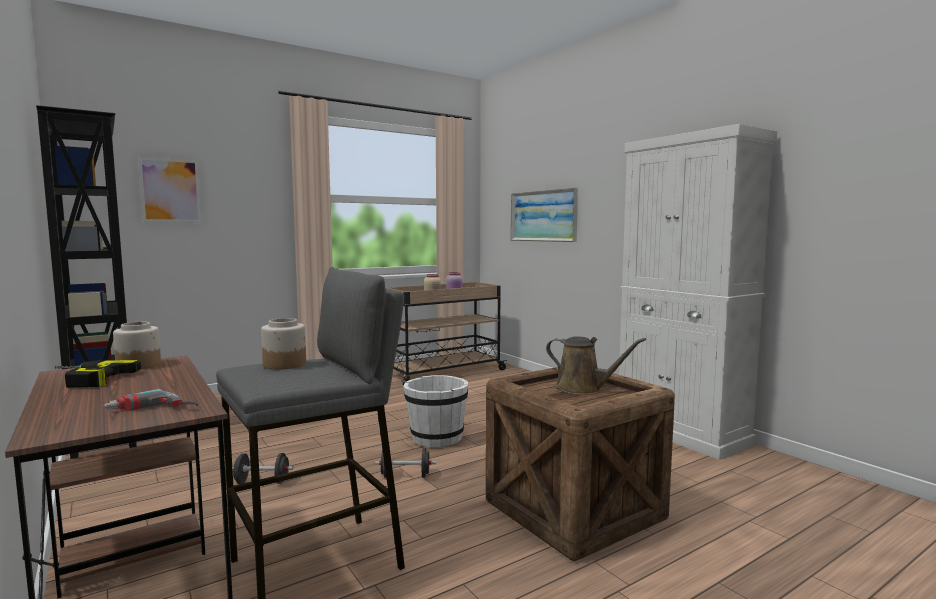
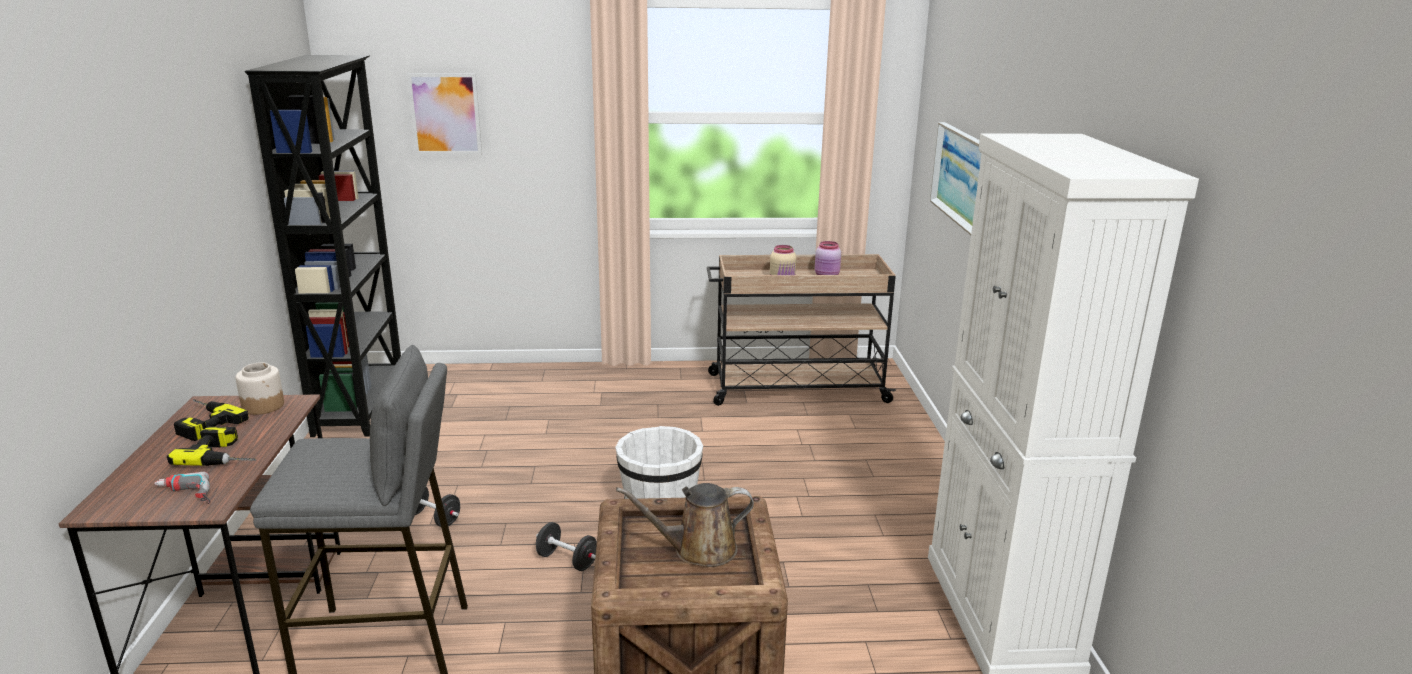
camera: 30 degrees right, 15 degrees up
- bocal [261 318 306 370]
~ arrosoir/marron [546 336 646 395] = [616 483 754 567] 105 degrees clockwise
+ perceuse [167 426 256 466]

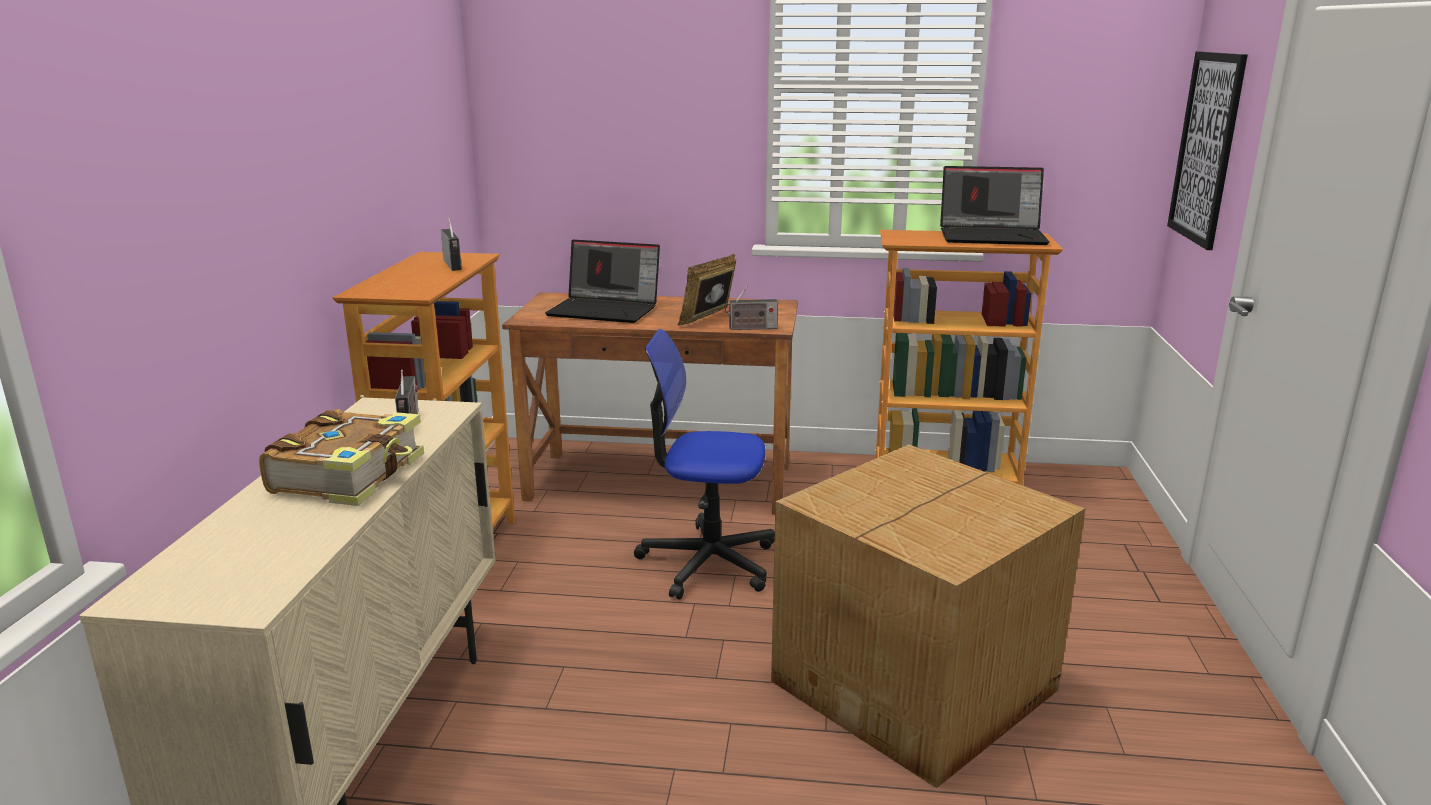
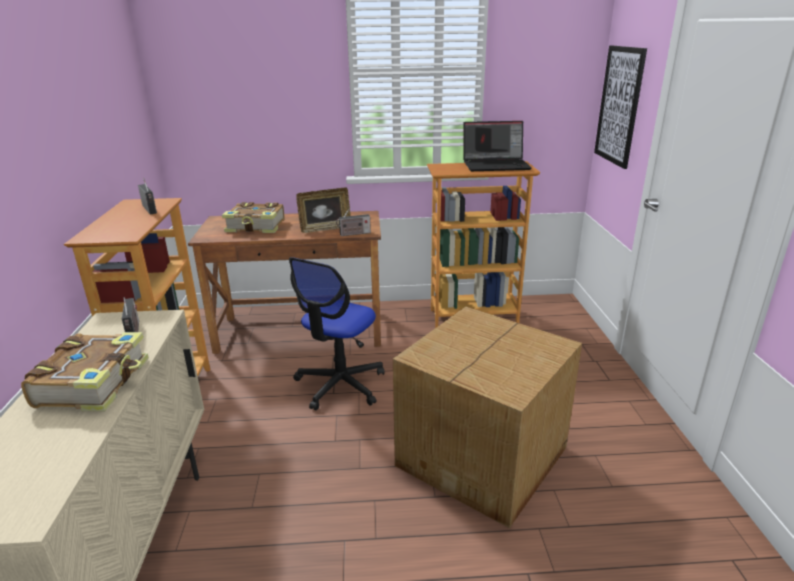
camera: 10 degrees left, 5 degrees up
~ ordinateur portable [545 240 660 323] to livre [222 202 285 233]
~ chaise de bureau [634 329 775 599] = [289 257 384 411] 60 degrees counterclockwise
~ cadre photo [677 254 736 326] = [296 188 351 233] 135 degrees counterclockwise

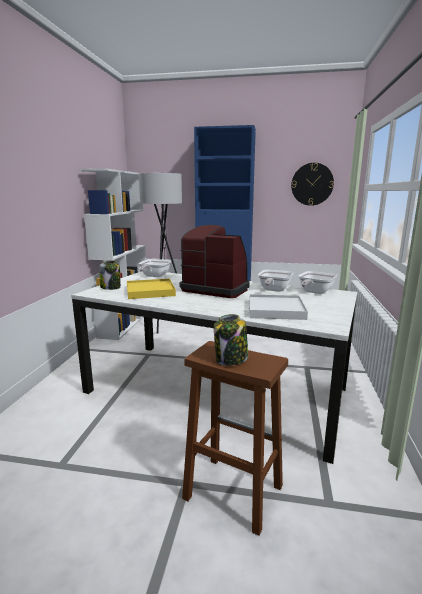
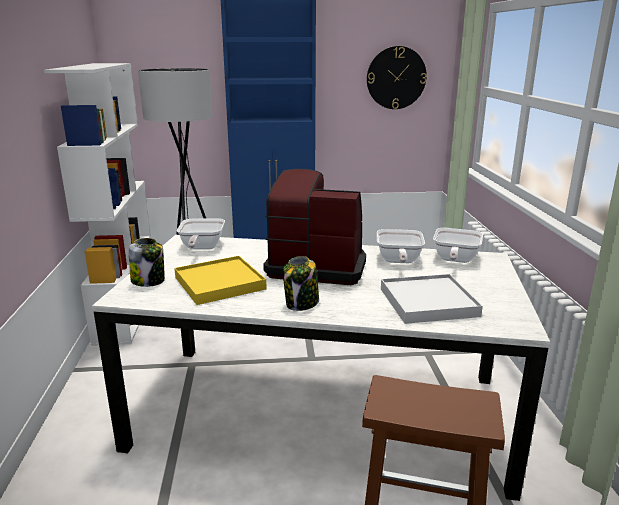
camera: 15 degrees left, 5 degrees up
~ bocal [214 314 248 366] to [283 256 319 311]

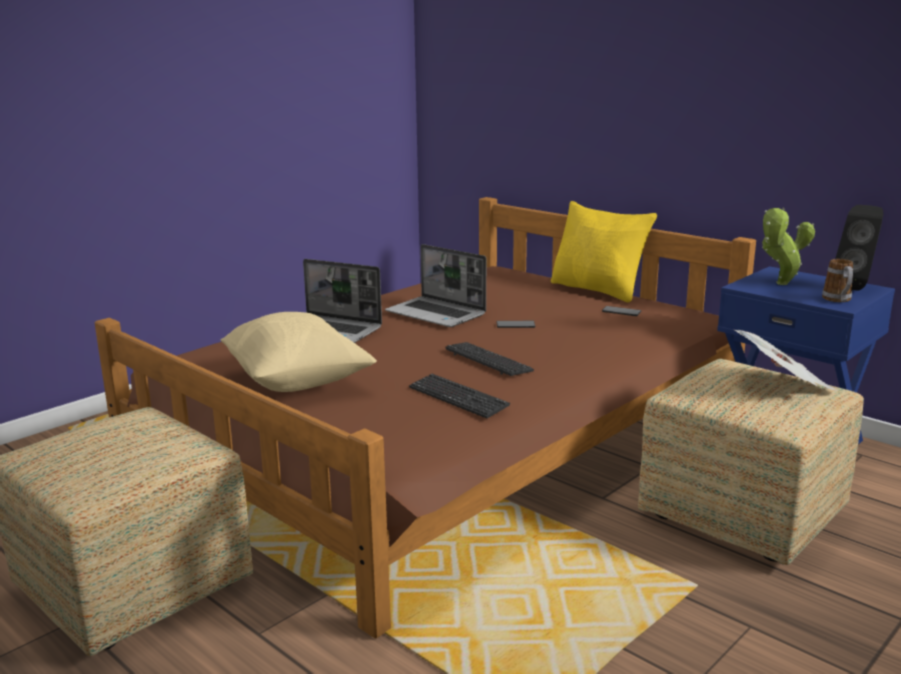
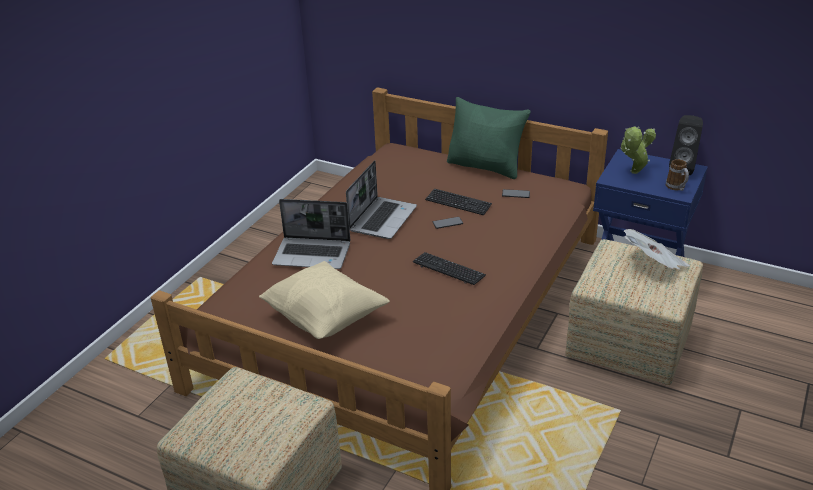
camera: 15 degrees left, 15 degrees up
~ ordinateur portable [385 244 486 327] = [346 160 417 239] 90 degrees counterclockwise
~ clavier [409 374 510 418] to [425 188 492 215]
~ coussin/jaune [551 201 657 302] to coussin/vert [447 97 531 179]

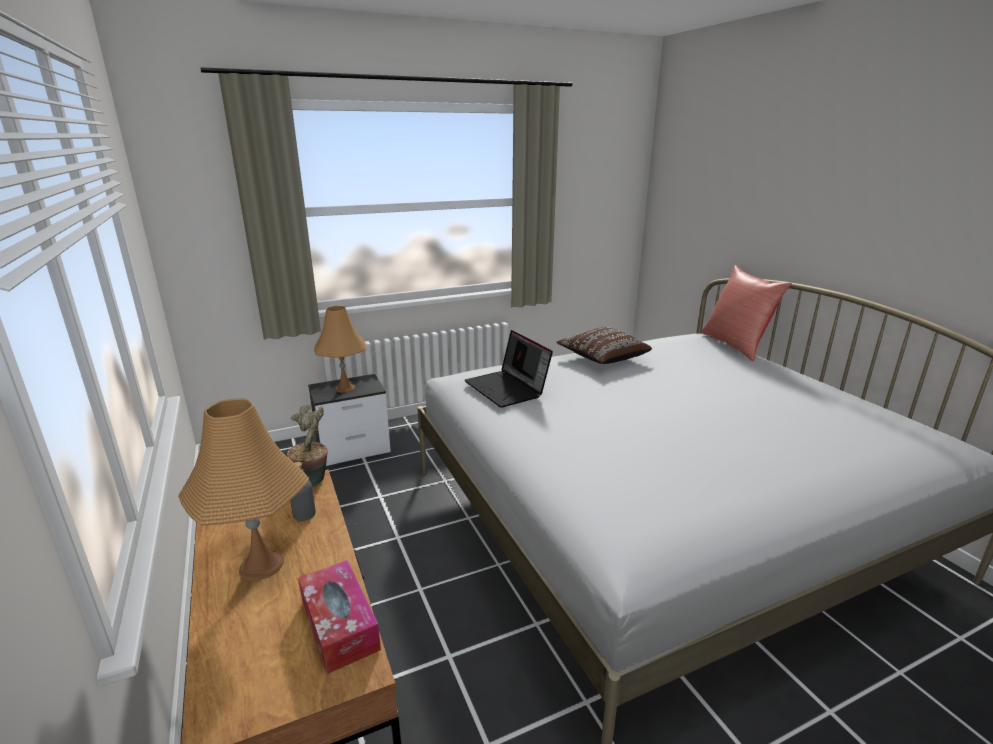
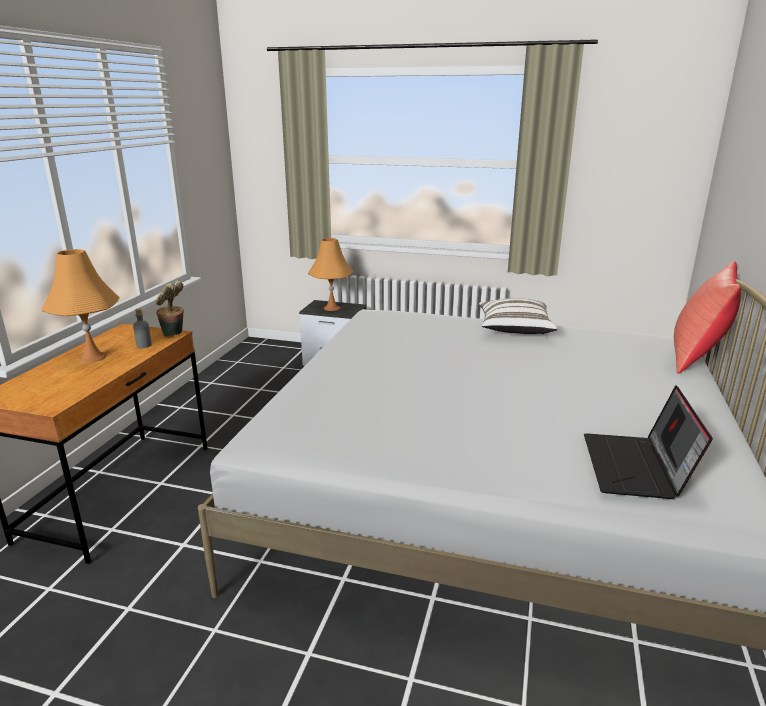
camera: 40 degrees right, 0 degrees up
- boîte à mouchoirs [298 560 381 674]
~ ordinateur portable [465 330 553 408] to [584 386 713 499]
~ coussin/marron [556 327 652 364] to coussin/blanc [479 298 557 334]

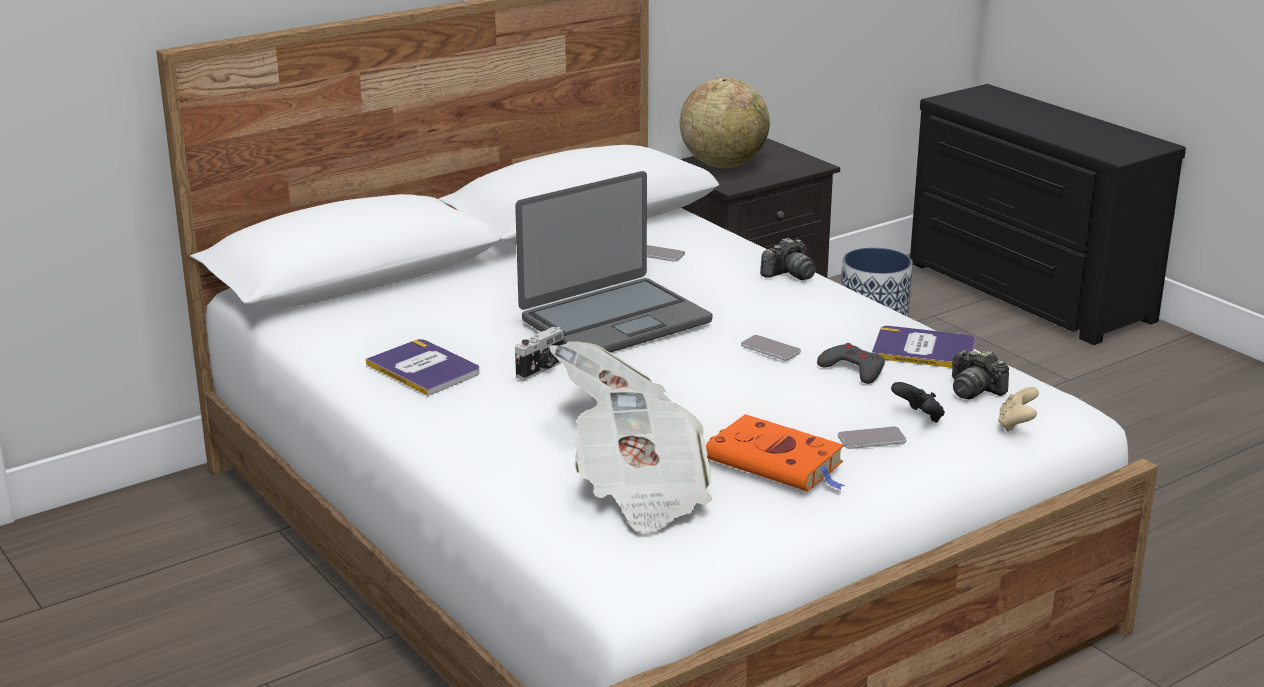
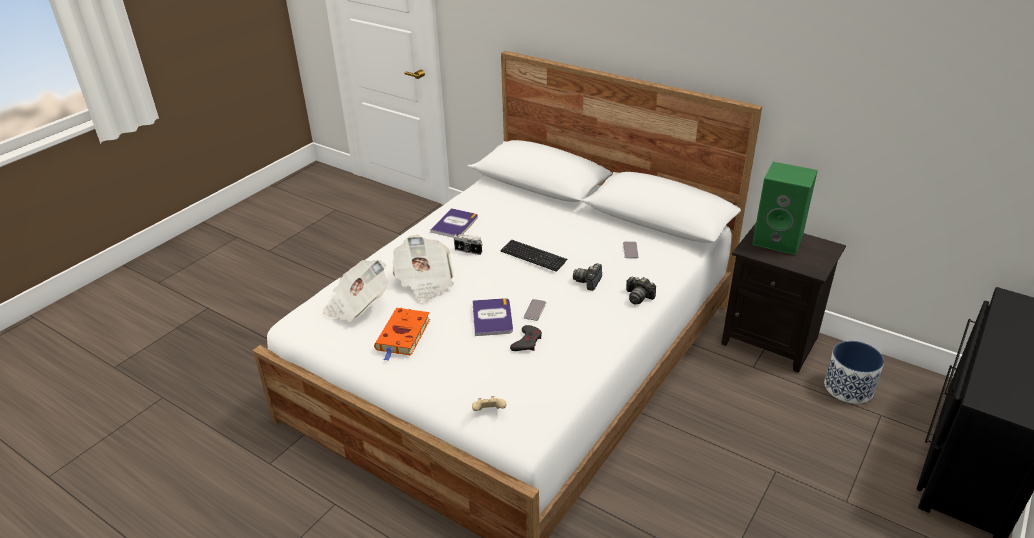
camera: 70 degrees right, 10 degrees up
~ ordinateur portable [515 171 713 353] to clavier [500 239 567 272]
~ globe [680 77 770 168] to enceinte/vert [752 162 818 255]
- téléphone [838 426 906 449]
~ livre [872 326 975 368] to [472 298 513 336]
- manette/noir [891 382 945 422]
~ appareil photo [952 350 1009 399] to [573 264 602 291]

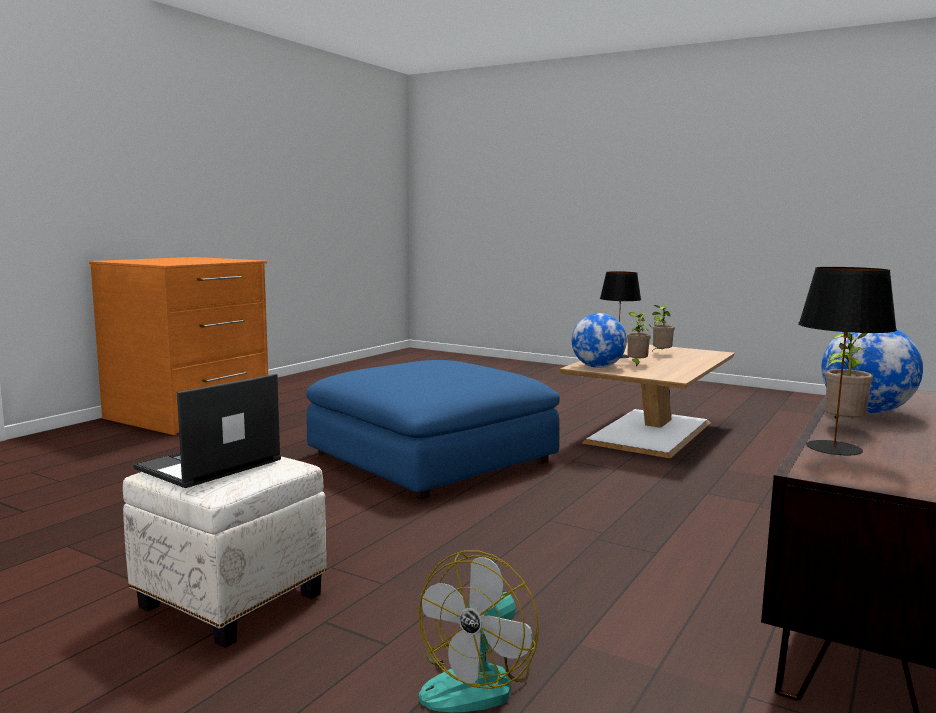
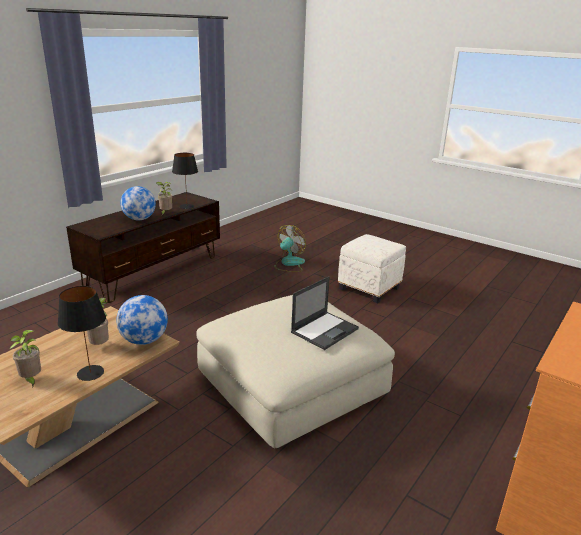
camera: 175 degrees left, 15 degrees up
~ ordinateur portable [133 374 281 488] to [291 276 359 350]
~ pouf/bleu [306 360 560 499] to pouf/beige [196 295 395 449]

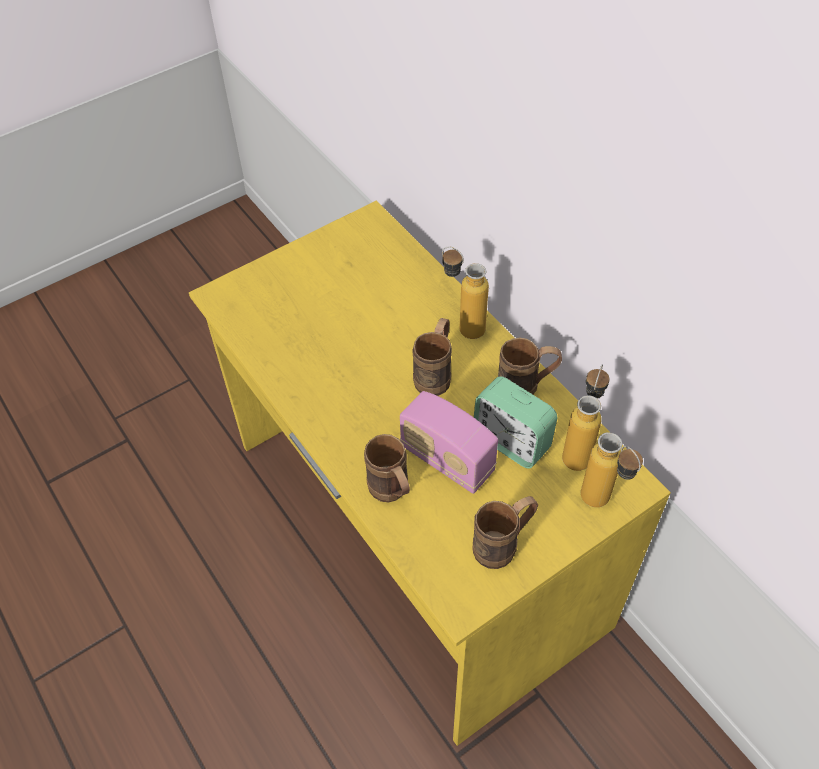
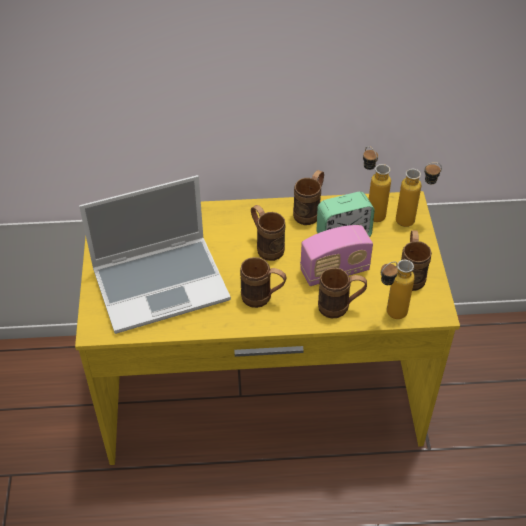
camera: 60 degrees left, 5 degrees down
~ bouteille [442 247 489 339] to [381 260 415 319]
+ ordinateur portable [79 175 231 334]
+ mug/marron [240 257 286 308]

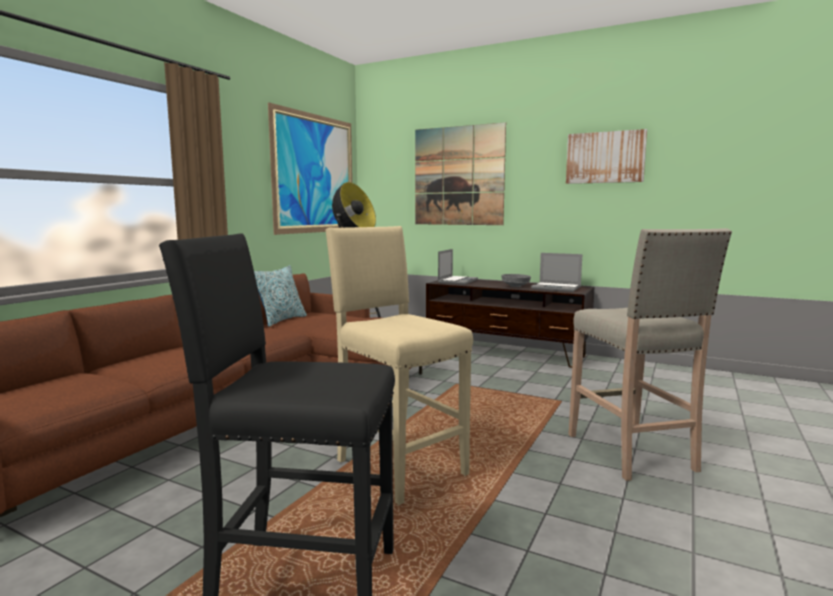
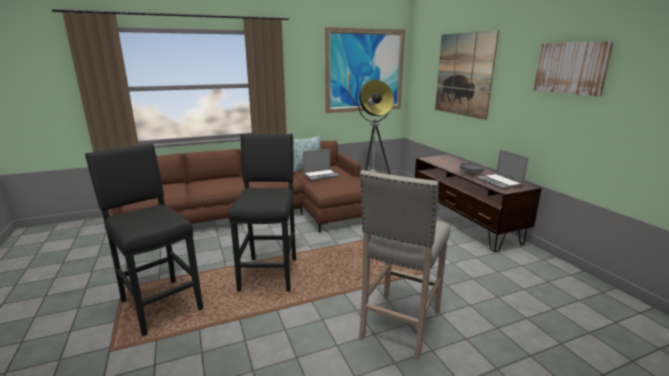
camera: 40 degrees right, 10 degrees up
~ tabouret/beige [325 226 473 505] to tabouret/noir [228 134 296 292]
~ ordinateur portable [438 249 478 285] to [303 149 339 181]

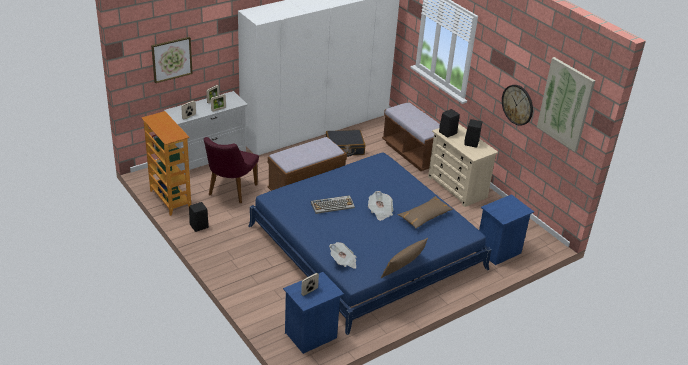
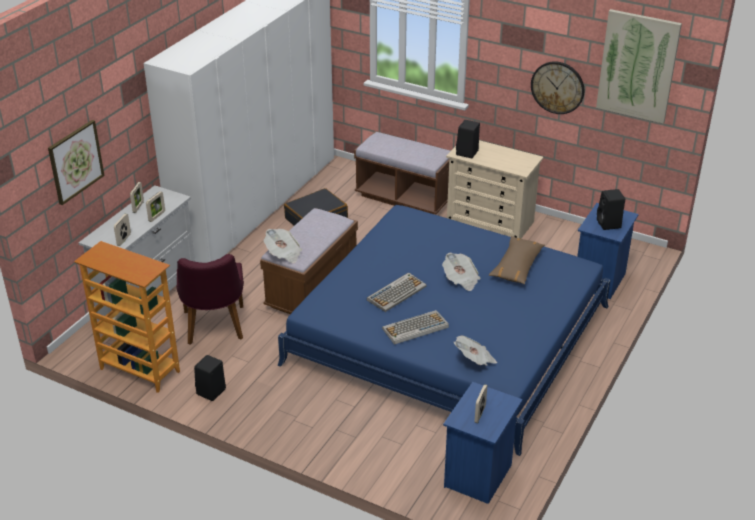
camera: 25 degrees left, 0 degrees up
- coussin/marron [381 238 428 278]
~ enceinte/noir [464 119 482 148] to [597 189 625 230]
+ journal [264 229 302 263]
+ clavier [382 310 449 345]

